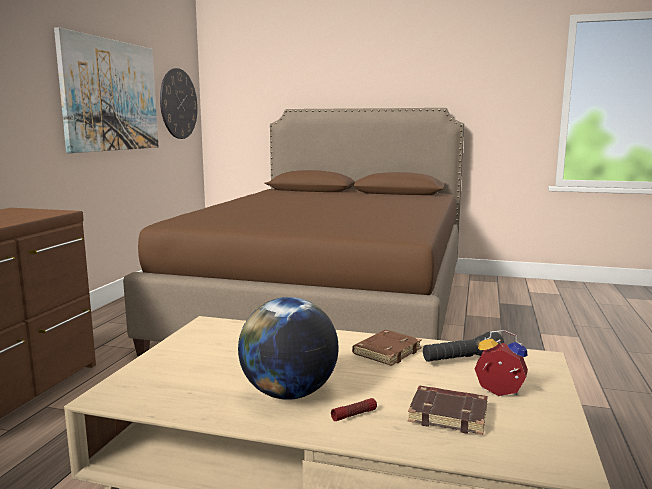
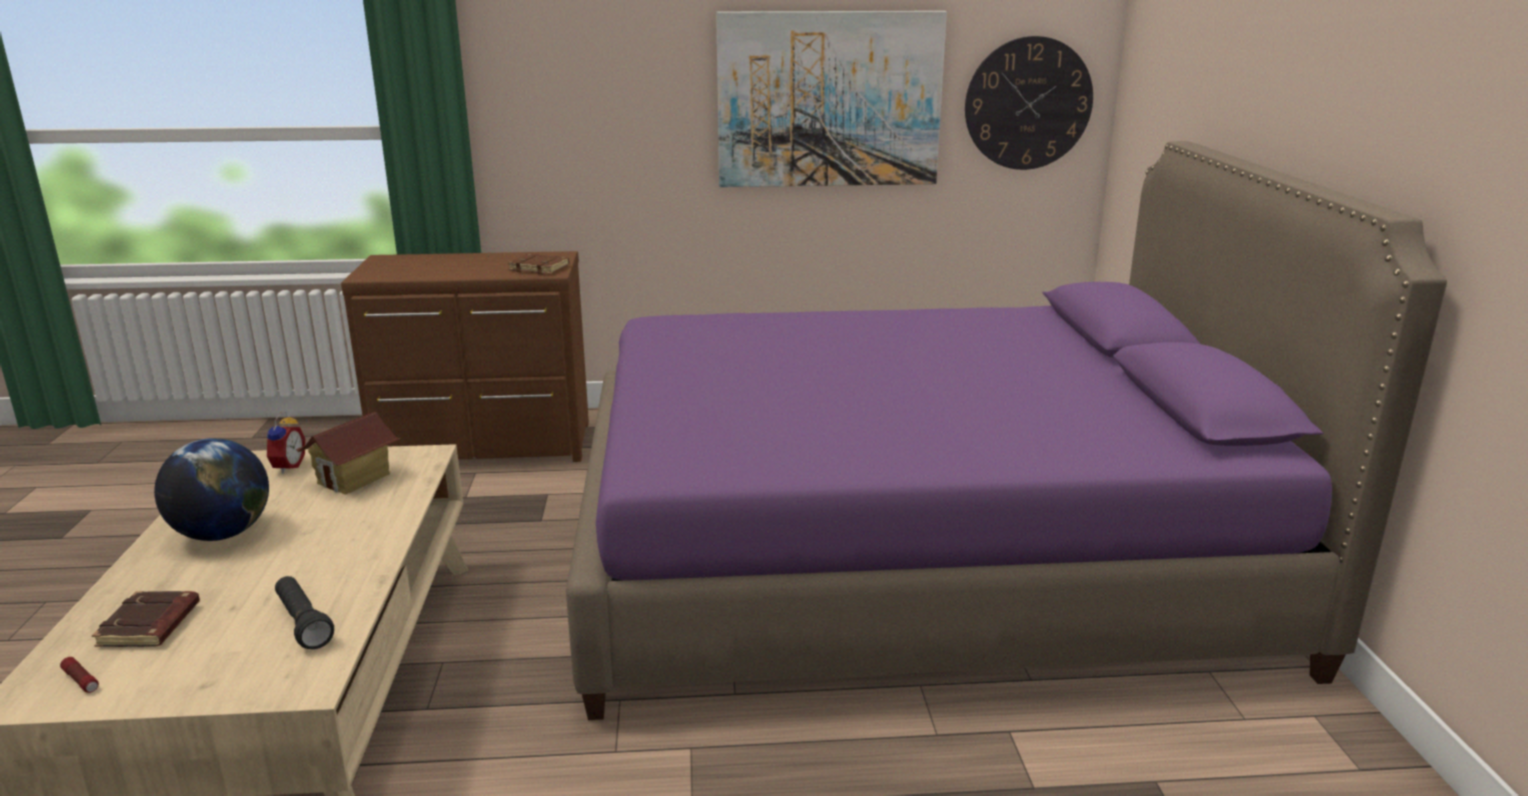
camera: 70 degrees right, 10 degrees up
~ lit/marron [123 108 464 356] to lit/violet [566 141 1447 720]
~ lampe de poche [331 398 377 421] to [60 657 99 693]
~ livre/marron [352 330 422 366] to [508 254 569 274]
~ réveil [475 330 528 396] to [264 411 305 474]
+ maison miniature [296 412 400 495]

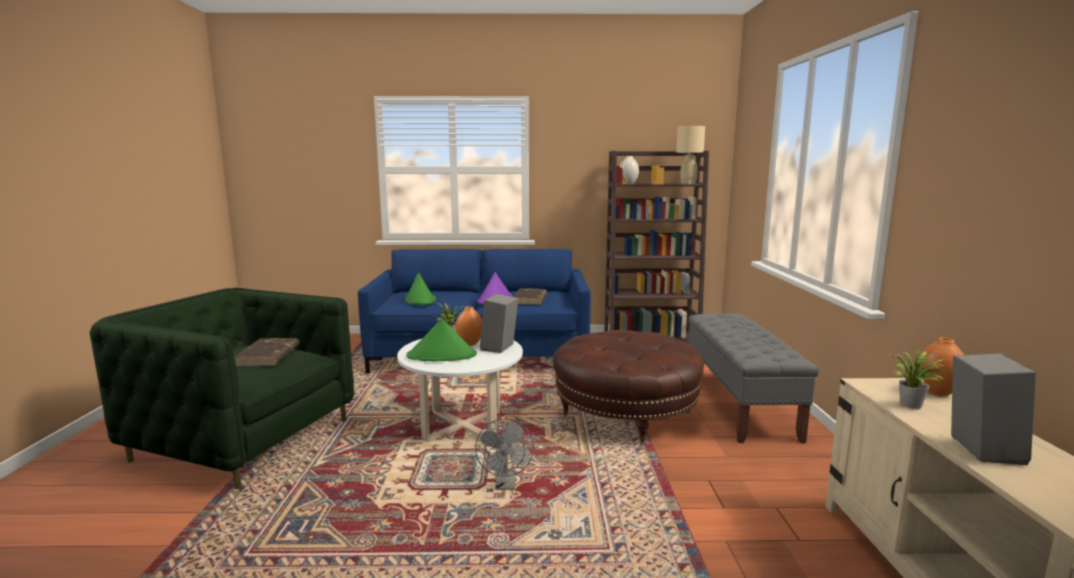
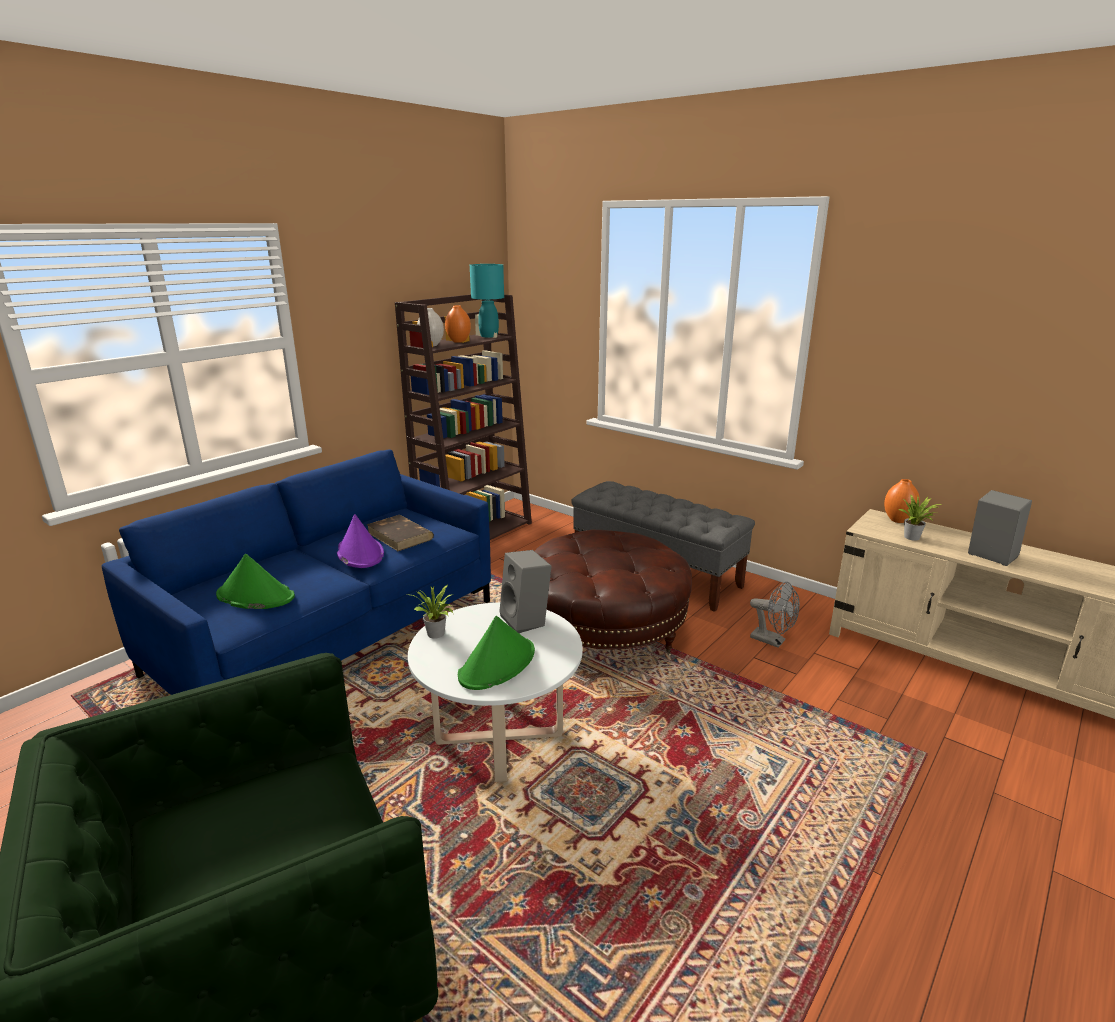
camera: 50 degrees left, 10 degrees up
- livre/marron [234 338 300 366]
~ vase/orange [455 306 482 346] to [445 305 471 343]
~ ventilateur/gris [475 419 534 490] to [750 582 800 648]
~ lampe de table/beige [676 126 705 184] to lampe de table/turquoise [470 264 504 338]

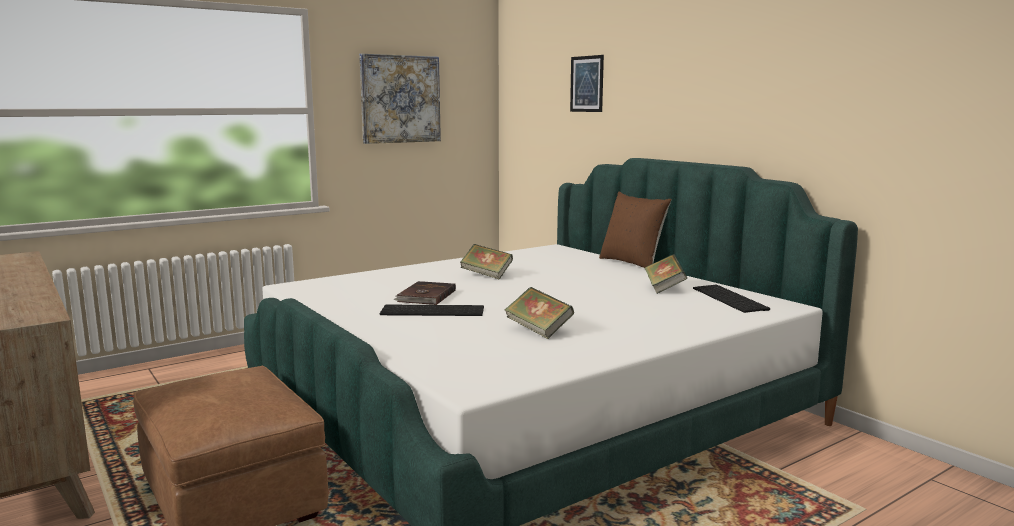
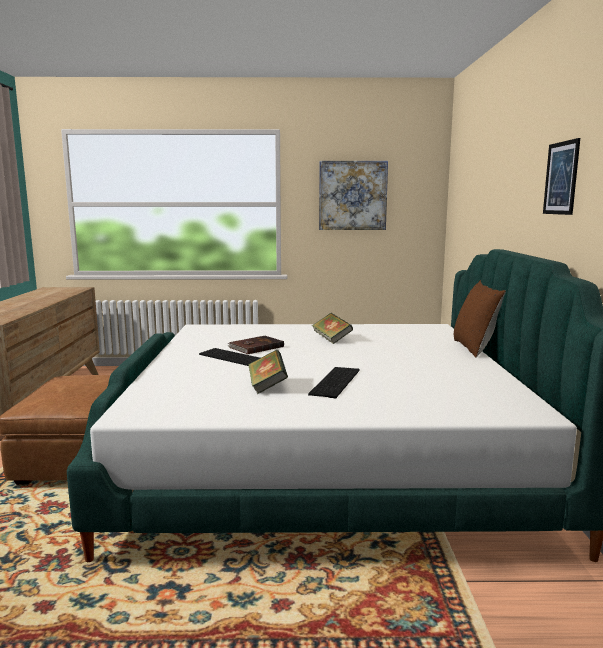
camera: 35 degrees right, 0 degrees up
~ tableau [570 55 604 112] to [543 138 580 215]
- livre [645 254 687 293]
~ clavier [693 285 770 313] to [308 367 359 398]

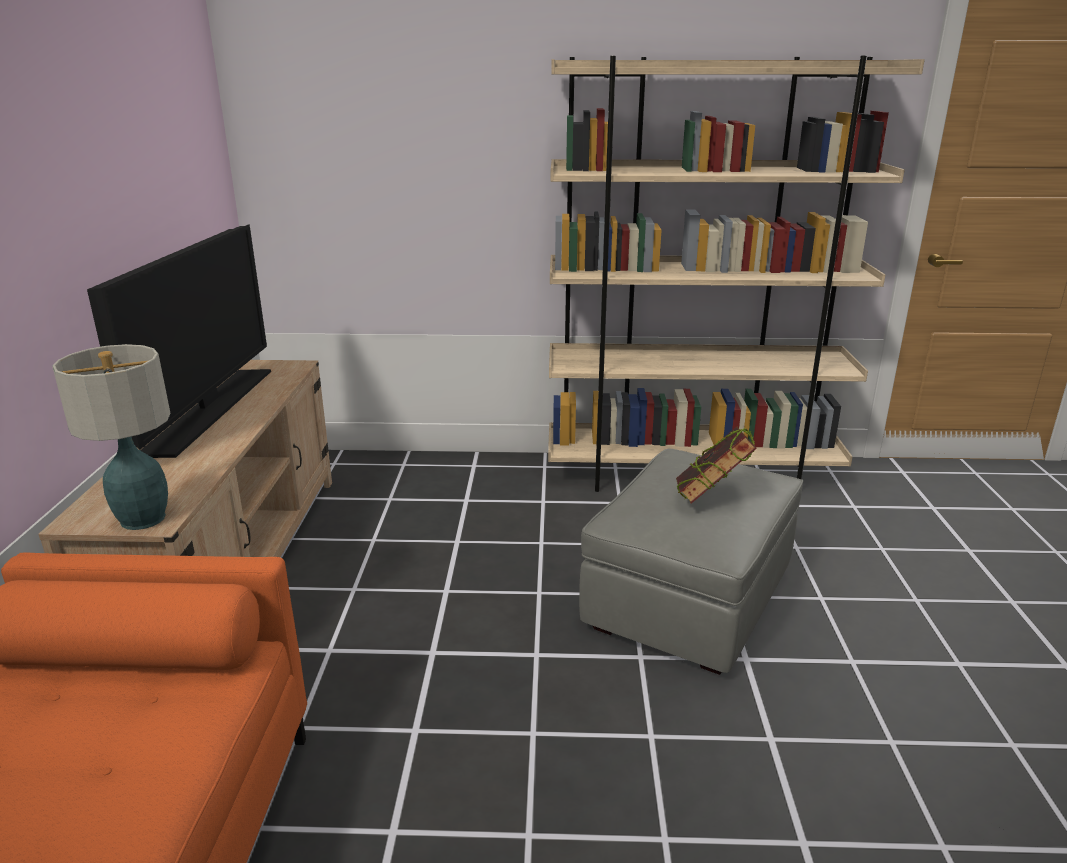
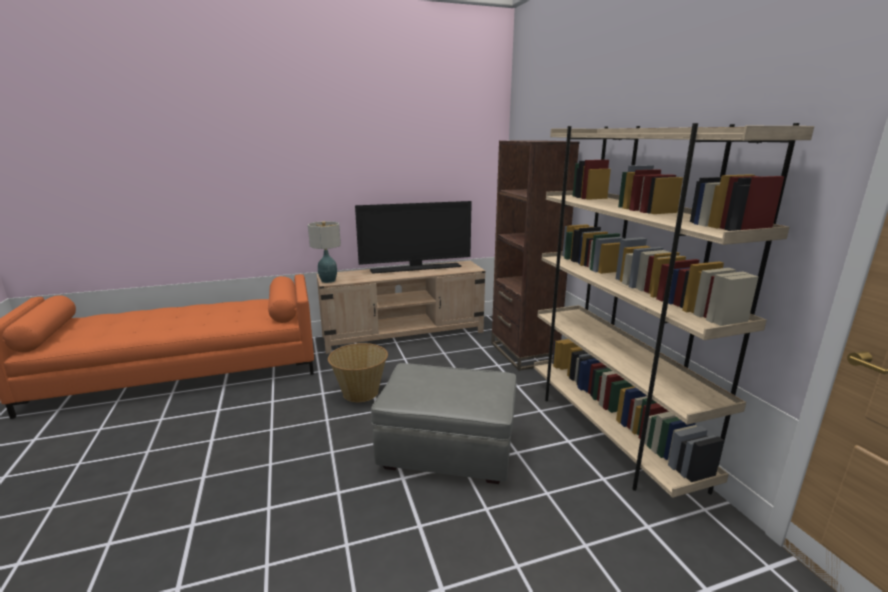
camera: 70 degrees right, 5 degrees down
- livre [676 427 757 503]
+ panier [328 343 388 402]
+ bibliothèque/marron [491 140 580 371]

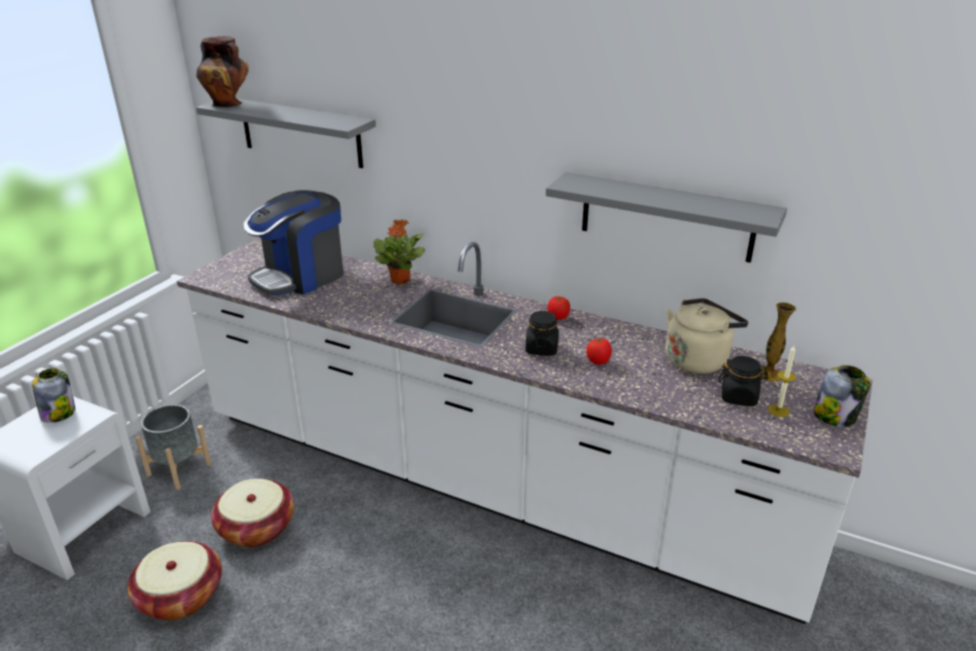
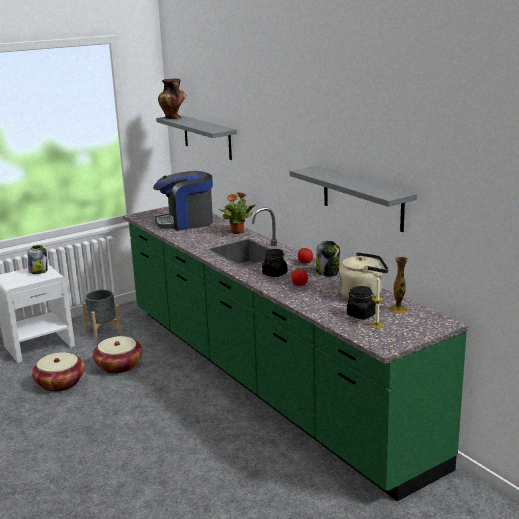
camera: 30 degrees right, 10 degrees down
~ comptoir de cuisine/blanc [177 237 873 624] to comptoir de cuisine/vert [123 206 469 501]
~ bocal [812 365 871 427] to [316 241 340 276]

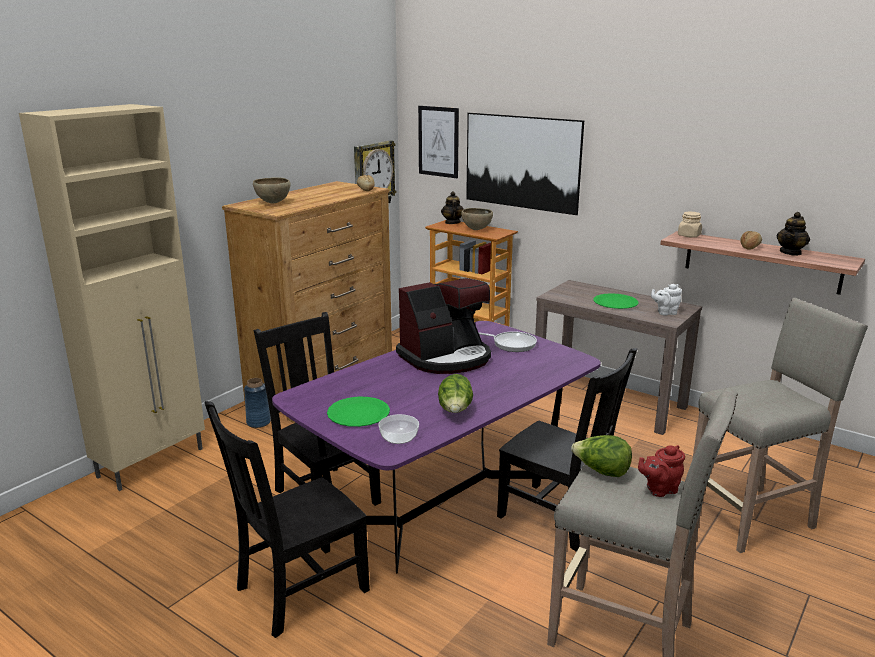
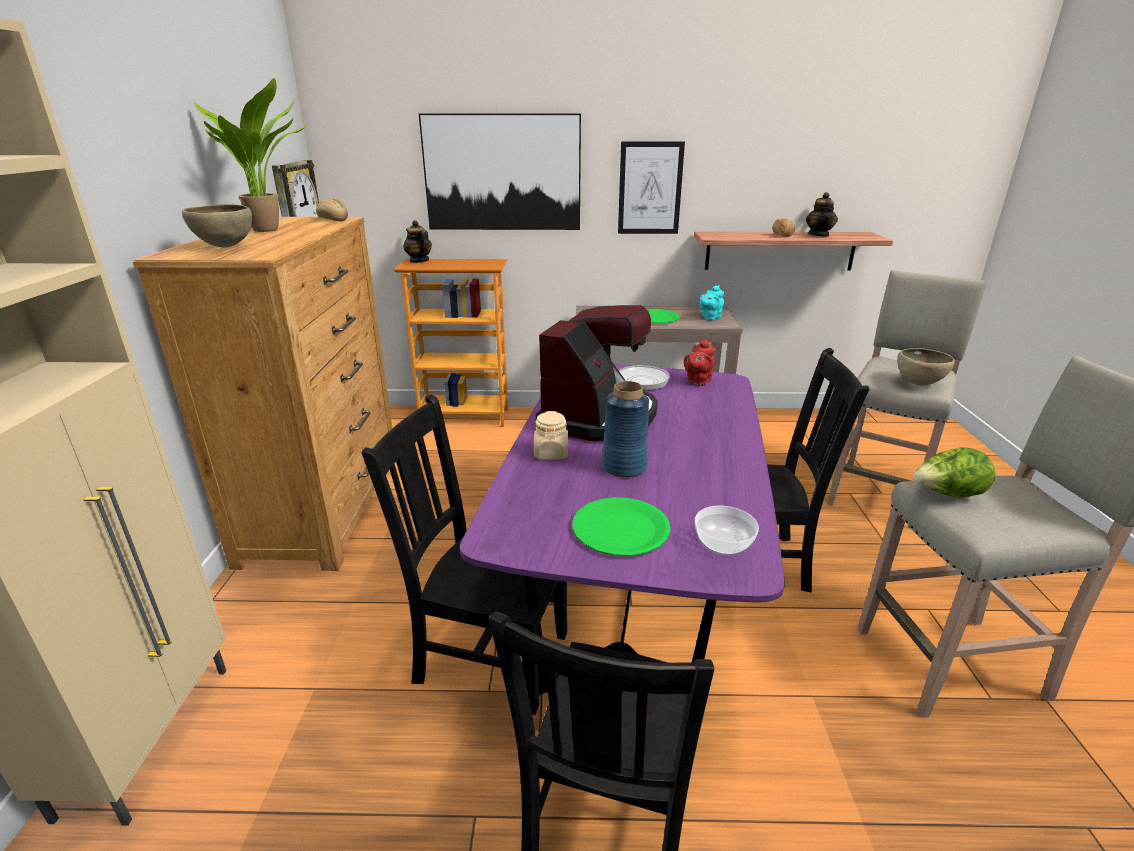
camera: 35 degrees left, 5 degrees up
~ vase/bleu [244 378 271 428] to [602 381 649 478]
~ tableau [418 106 459 178] to [618 141 685 234]
- laitue [438 374 473 413]
~ bol/marron [461 208 493 230] to [897 348 955 386]
~ théière/rouge [638 445 685 497] to [684 339 715 386]
~ théière/blanc [651 284 682 316] to théière/turquoise [700 285 724 321]
~ bocal/beige [678 212 702 237] to [534 411 568 460]
+ plante en pot [194 78 308 232]

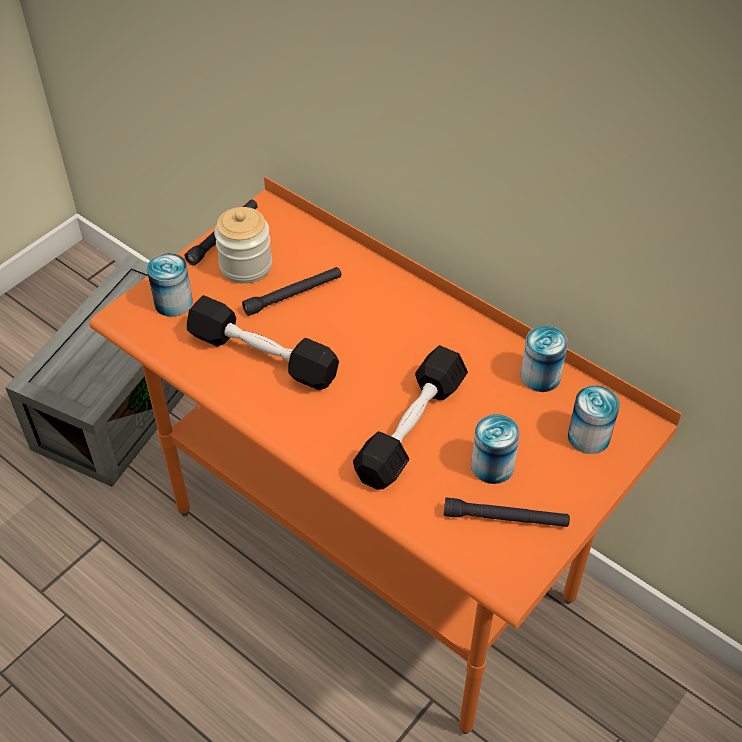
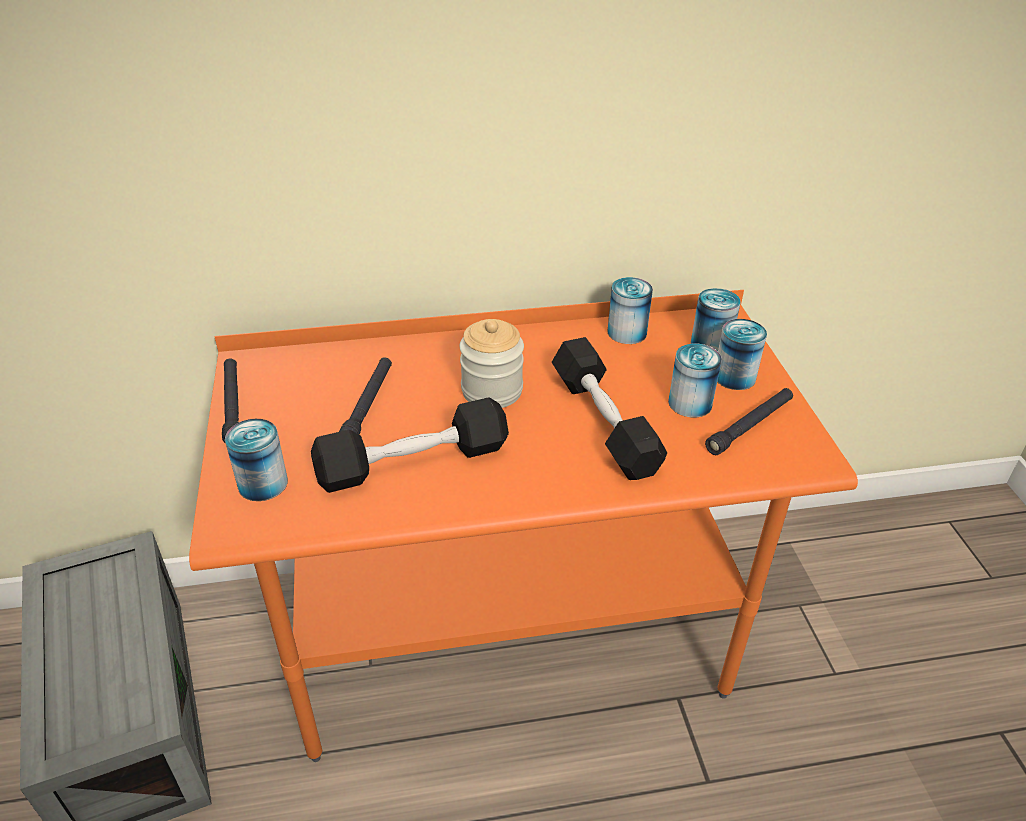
camera: 50 degrees left, 10 degrees down
~ bocal [214 207 272 284] to [460 319 524 408]
+ boîte métallique [717 319 767 390]

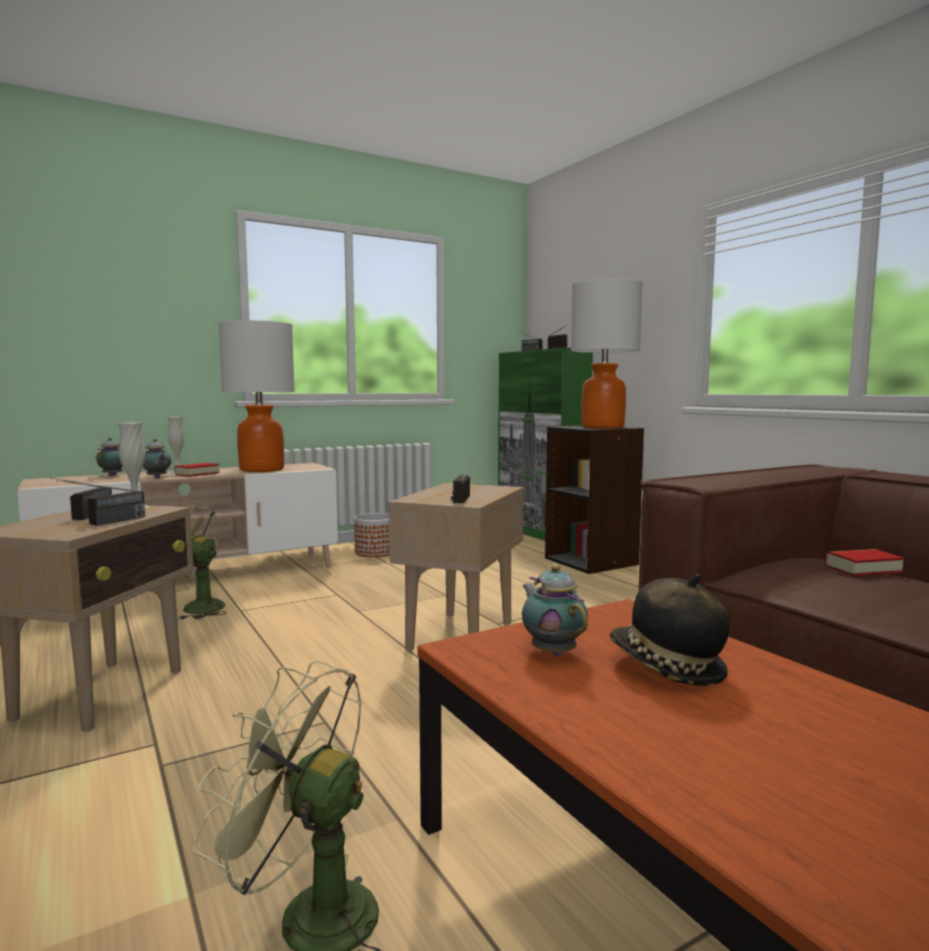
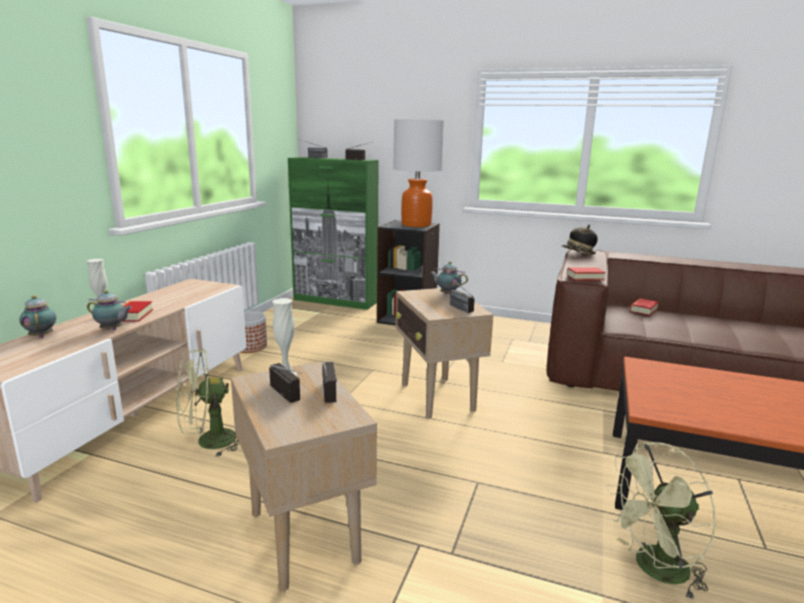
camera: 40 degrees left, 10 degrees up
- lampe de table [219 320 295 472]
~ théière [522 564 588 657] to [430 261 468 294]
~ chapeau [610 574 730 686] to [562 225 598 254]
+ livre [567 267 606 281]

